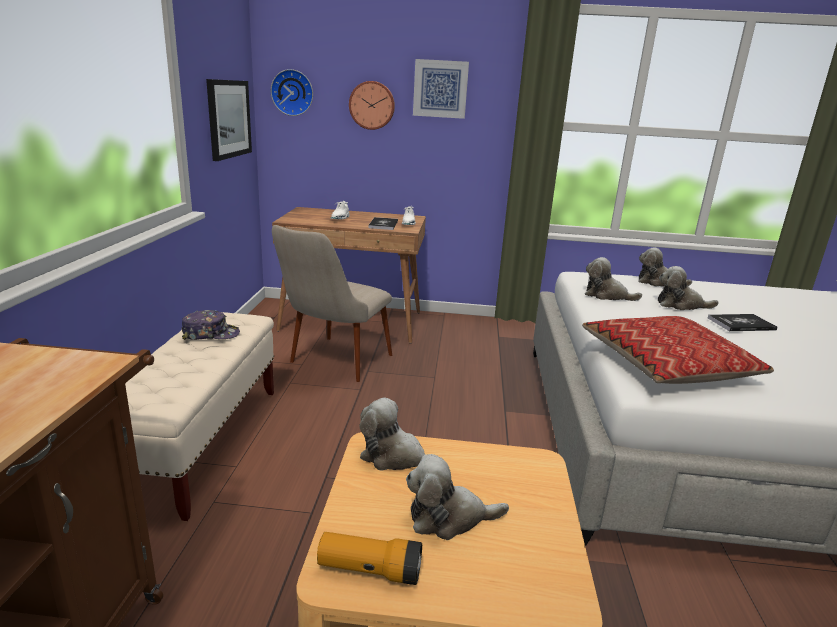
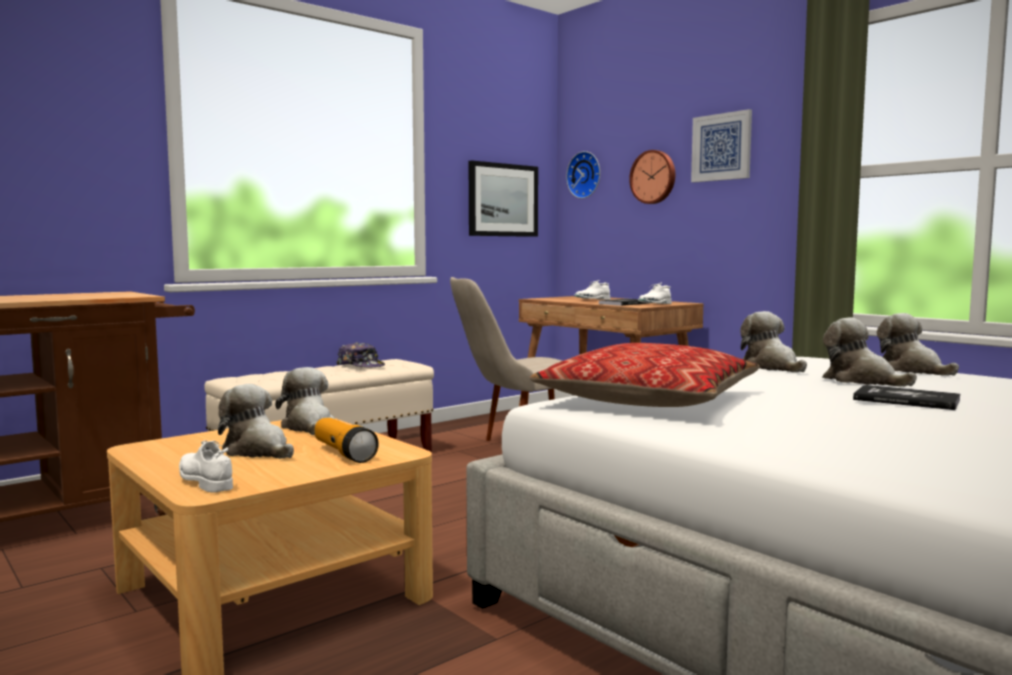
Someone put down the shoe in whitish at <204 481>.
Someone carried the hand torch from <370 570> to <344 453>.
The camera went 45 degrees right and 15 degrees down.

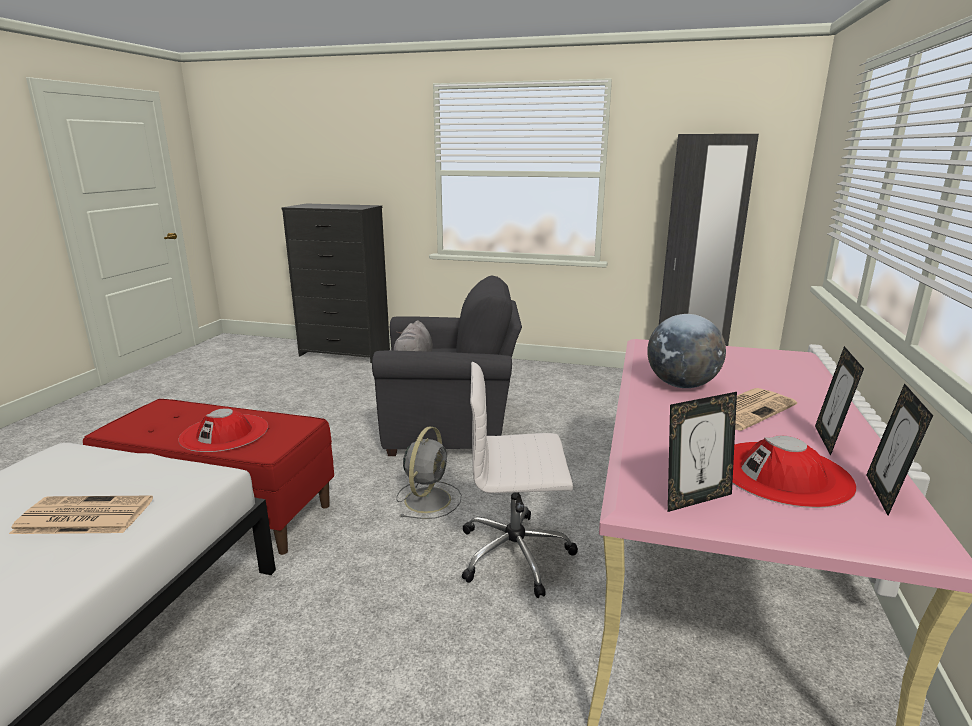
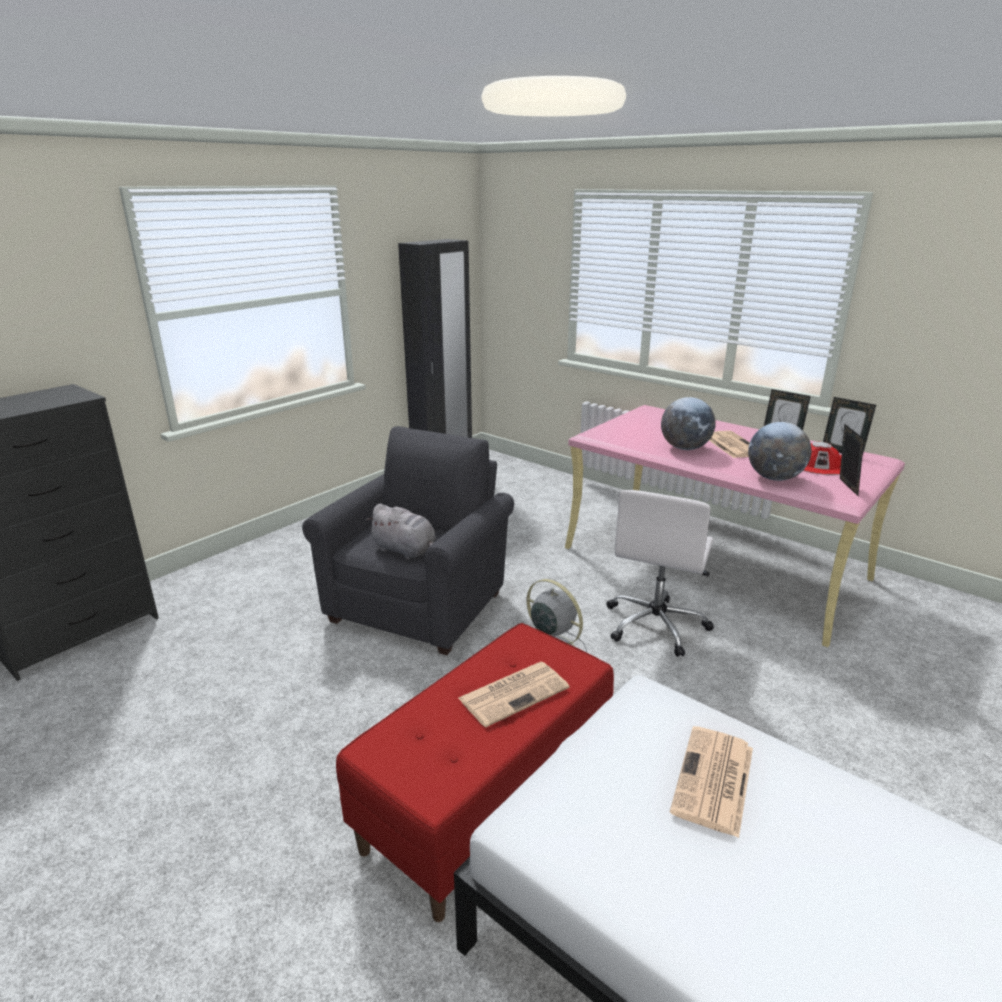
Someone put down the world globe at <774 478>.
Someone swapped the clothing hat in red-coloured at <224 433> for the newspaper at <514 692>.
The camera went 65 degrees left and 5 degrees up.

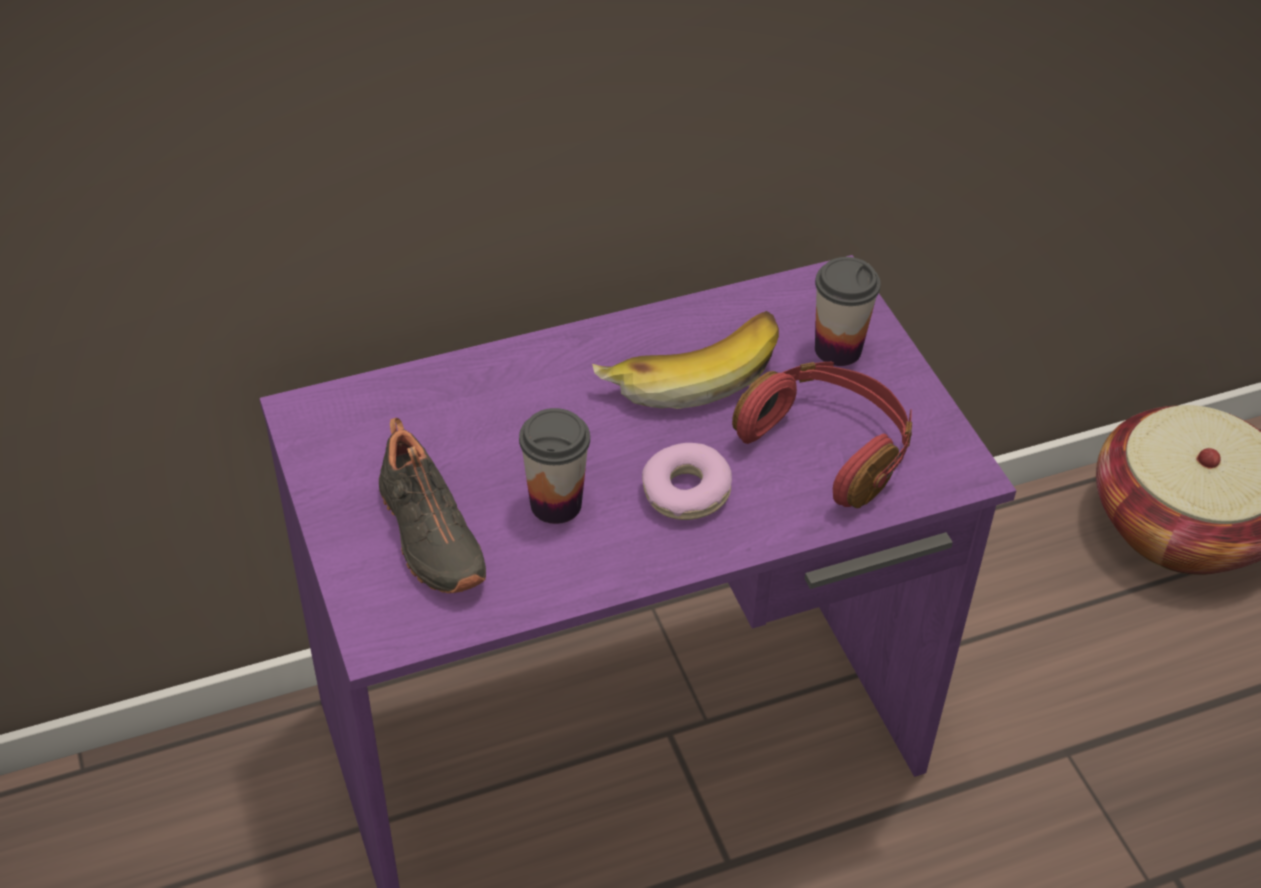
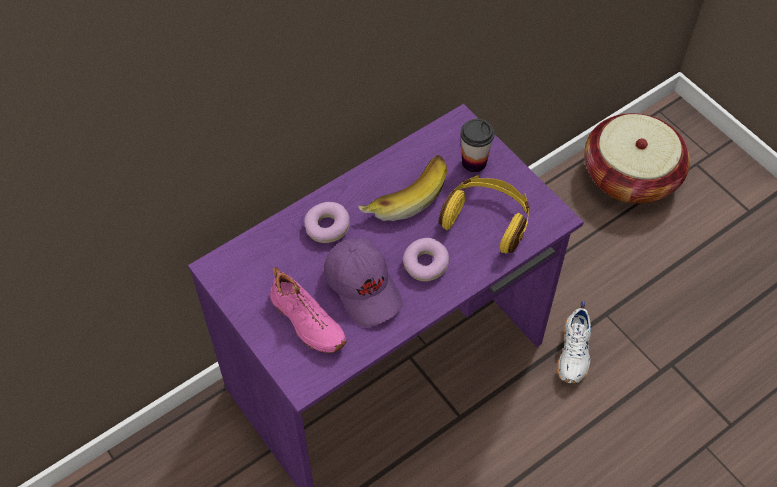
Someone put down the ring doughnut at <327 227>.
Someone put down the shoe in whitish at <575 352>.
Someone swapped the cup at <556 504> for the peaked cap in purplish at <363 287>.
Someone repainted the shoe in blackish at <427 536>, which became the shoe in pink at <306 322>.
Someone repainted the headset in red-coloured at <829 446>, which became the headset in yellowish at <487 220>.
The camera went 15 degrees left and 10 degrees up.

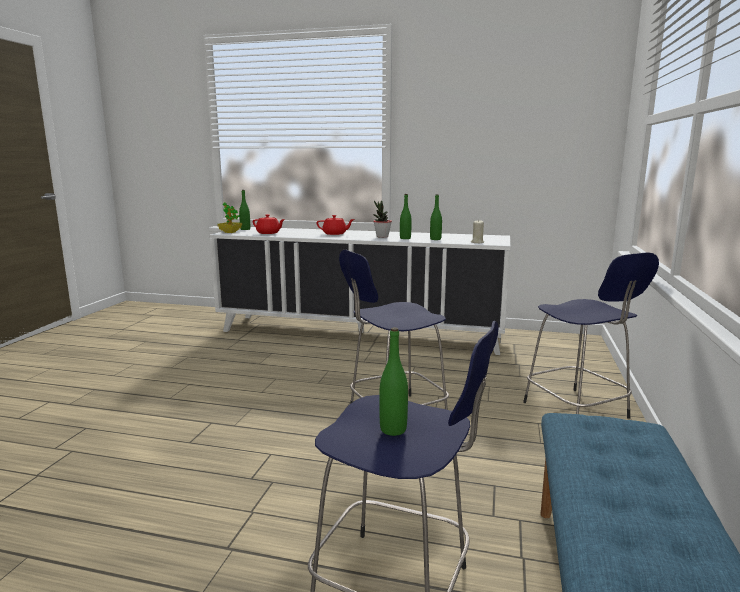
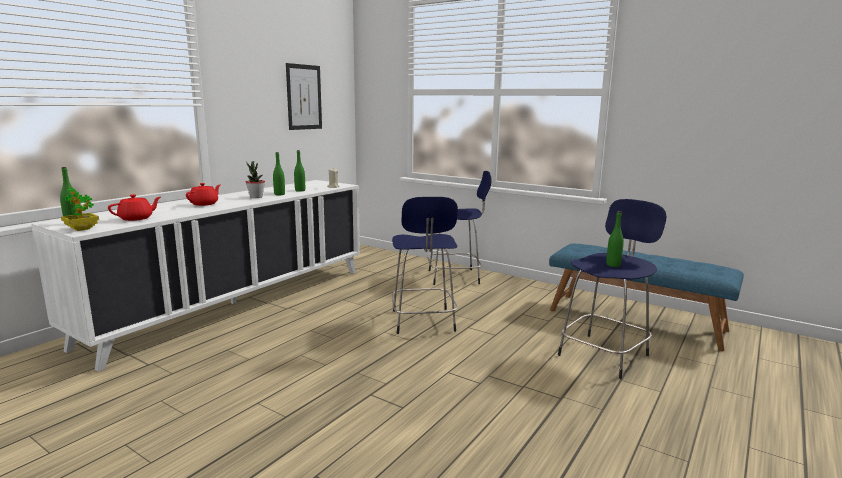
Someone put up the wall art at <304 97>.
The camera went 70 degrees left and 0 degrees up.

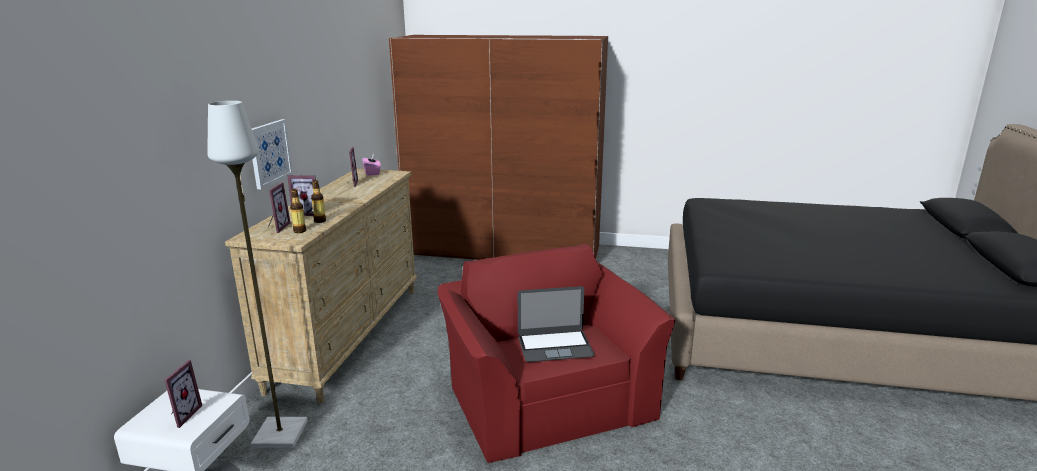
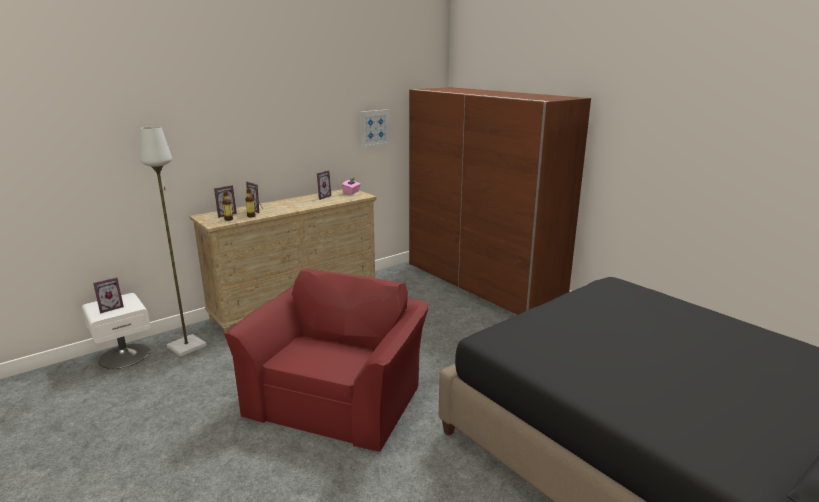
Someone took away the notebook computer at <555 346>.
Someone carried the wall art from <269 153> to <374 128>.
The camera went 40 degrees right and 0 degrees up.

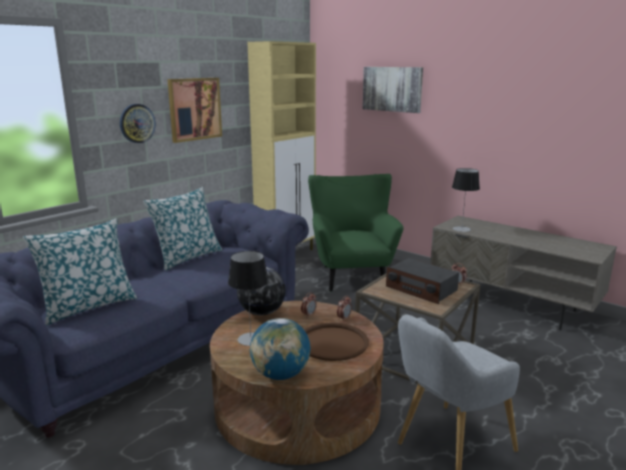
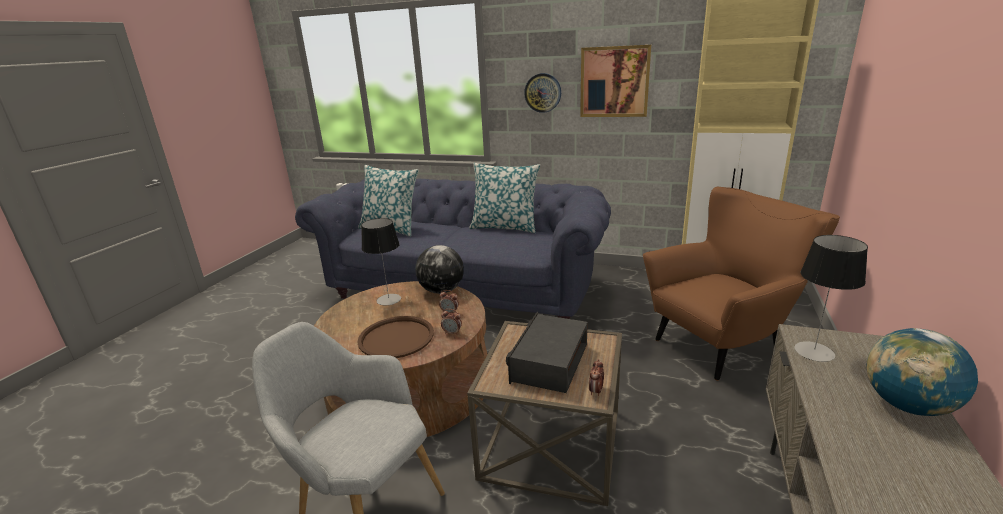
Someone took away the wall art at <392 89>.
Someone carried the world globe from <280 375> to <907 405>.
Someone repainted the lounge chair in greenish at <351 275>, which became the lounge chair in brownish at <724 342>.
The camera went 70 degrees right and 5 degrees up.

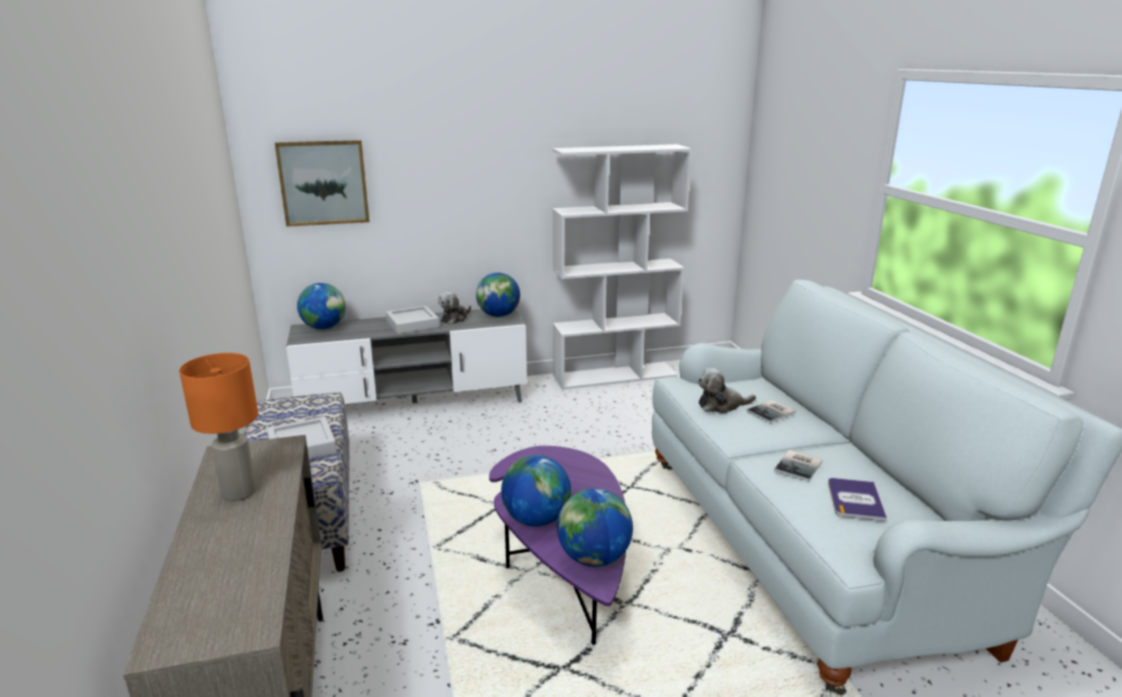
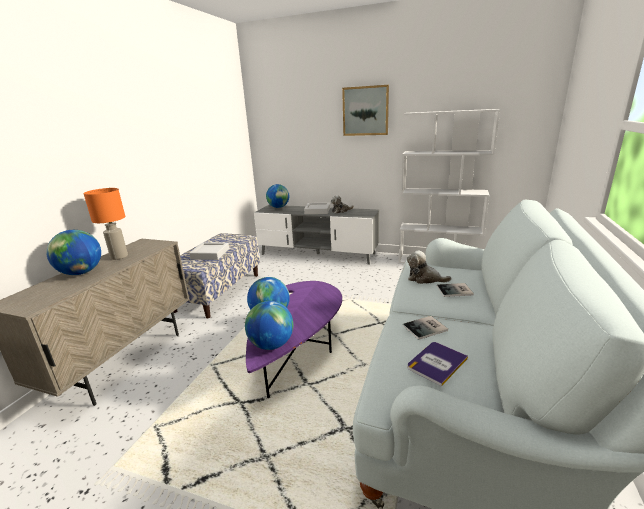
Someone carried the wall art from <323 183> to <365 111>.
Someone carried the world globe from <498 315> to <81 273>.
The camera went 35 degrees right and 0 degrees up.

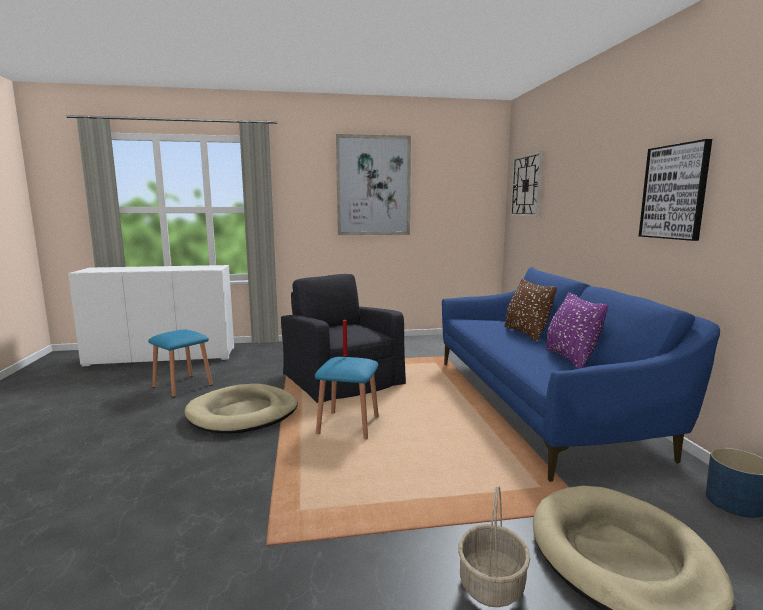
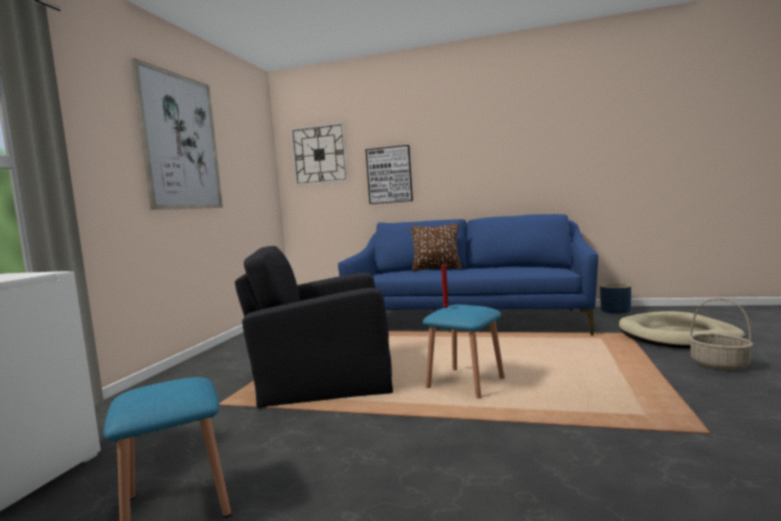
Someone took away the dog bed in beige-coloured at <243 413>.
Someone took away the throw pillow in purplish at <570 358>.
Someone carried the wall art from <674 192> to <389 175>.
The camera went 65 degrees left and 5 degrees down.

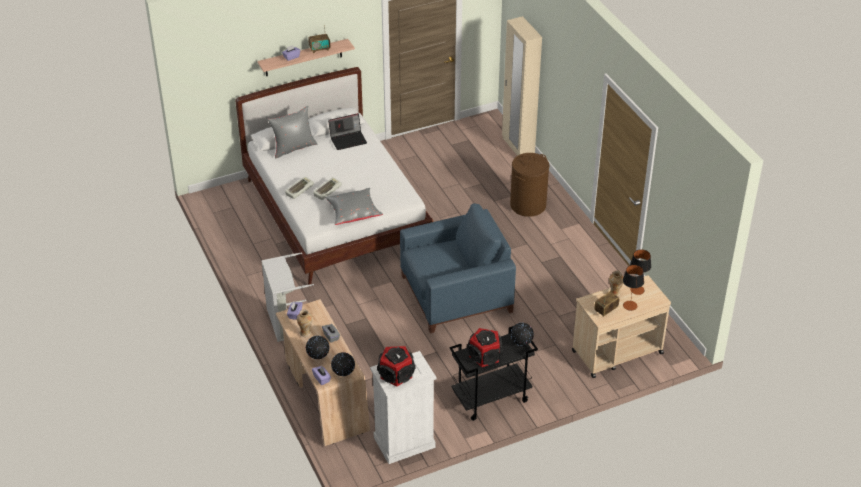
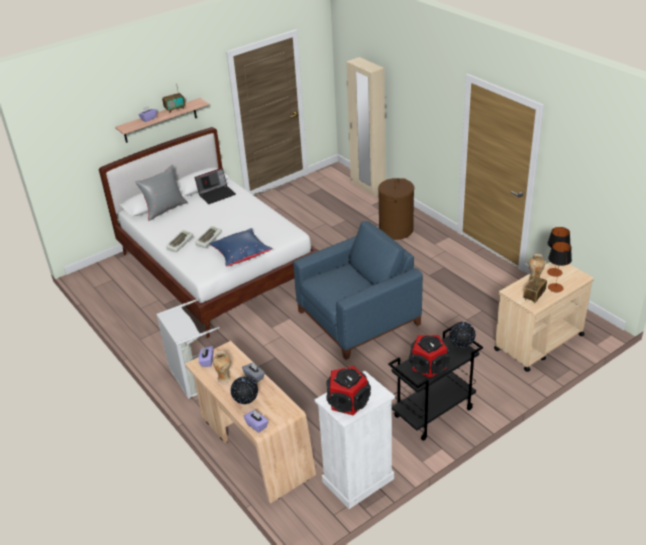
Someone took away the world globe at <343 374>.
Someone repainted the throw pillow in gray at <353 213>, which became the throw pillow in blue at <241 254>.
The camera went 10 degrees left and 5 degrees down.

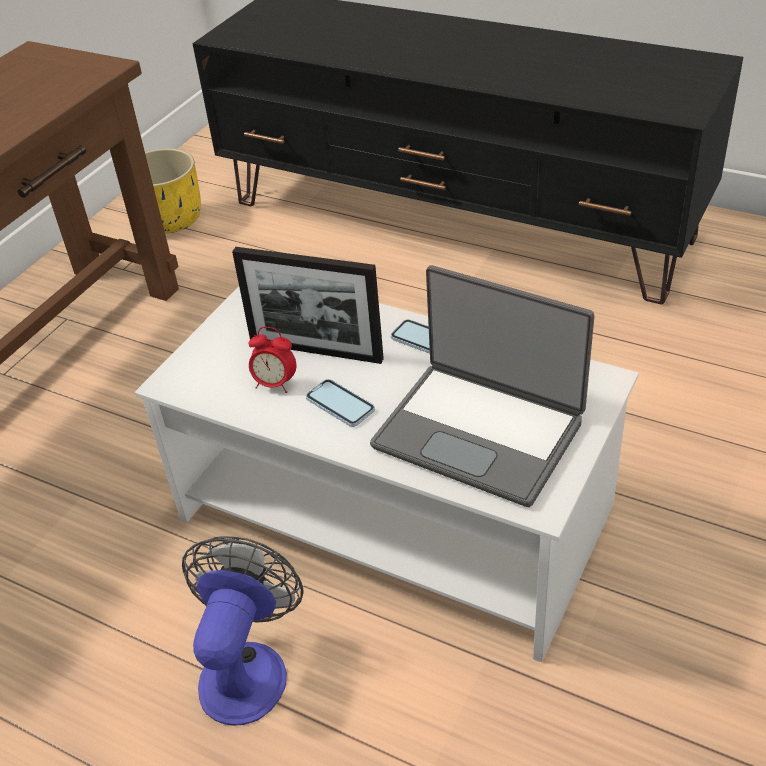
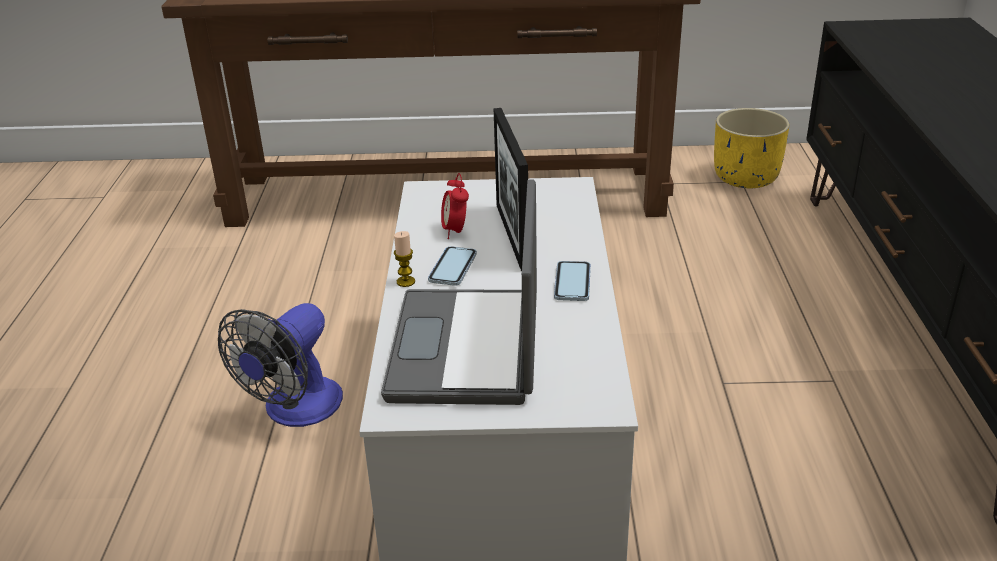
Someone put down the wax light at <405 282>.
Someone rotated the cooling fan at <247 667> by 135 degrees clockwise.
The camera went 60 degrees right and 10 degrees down.

